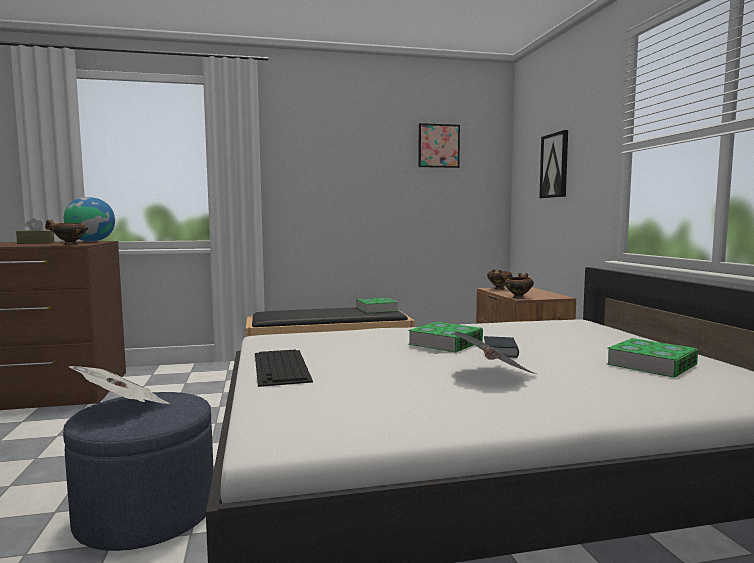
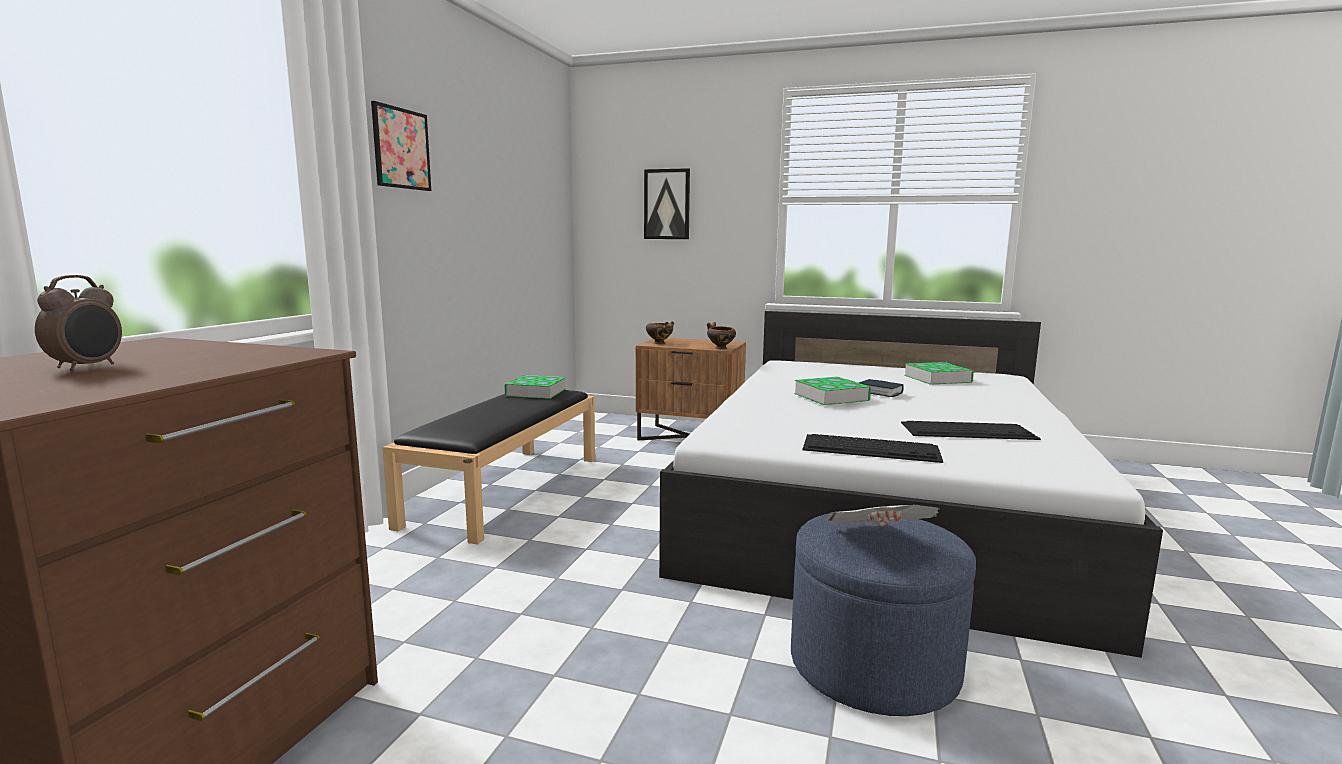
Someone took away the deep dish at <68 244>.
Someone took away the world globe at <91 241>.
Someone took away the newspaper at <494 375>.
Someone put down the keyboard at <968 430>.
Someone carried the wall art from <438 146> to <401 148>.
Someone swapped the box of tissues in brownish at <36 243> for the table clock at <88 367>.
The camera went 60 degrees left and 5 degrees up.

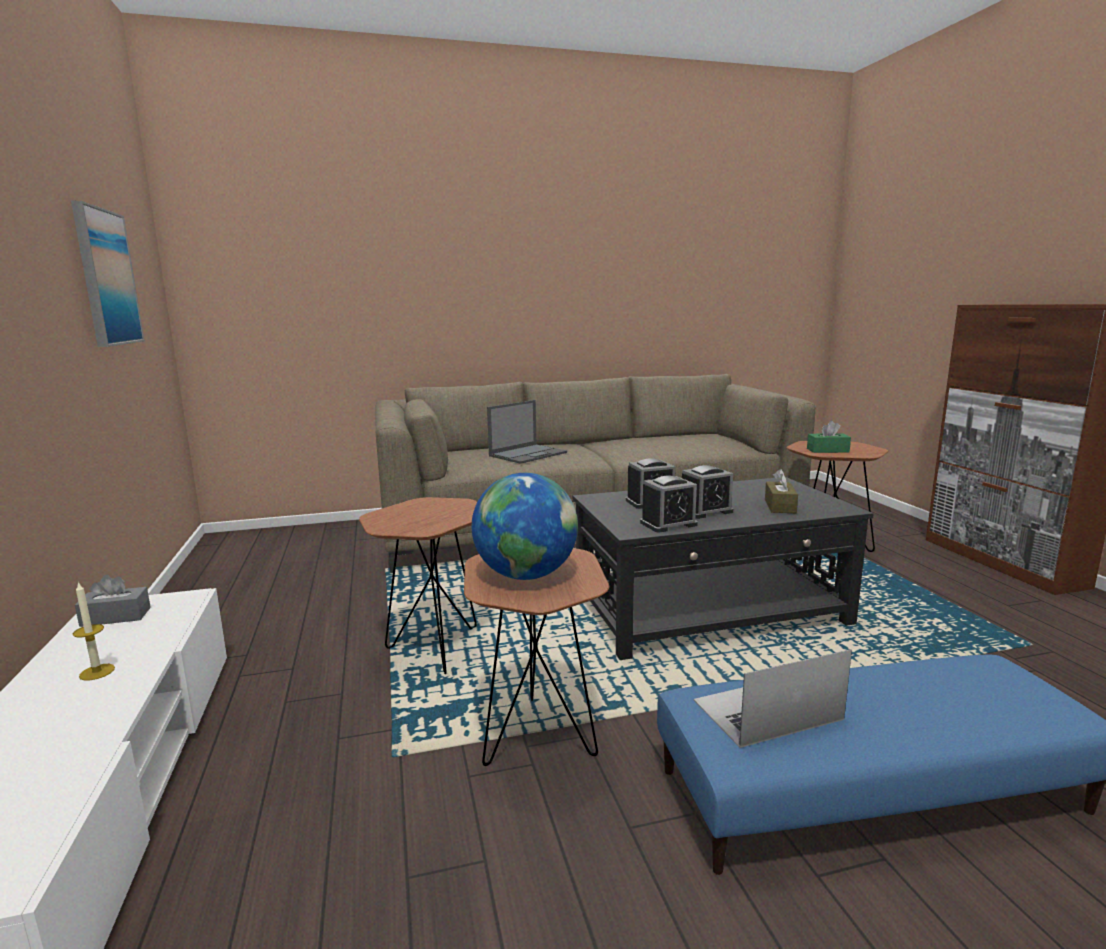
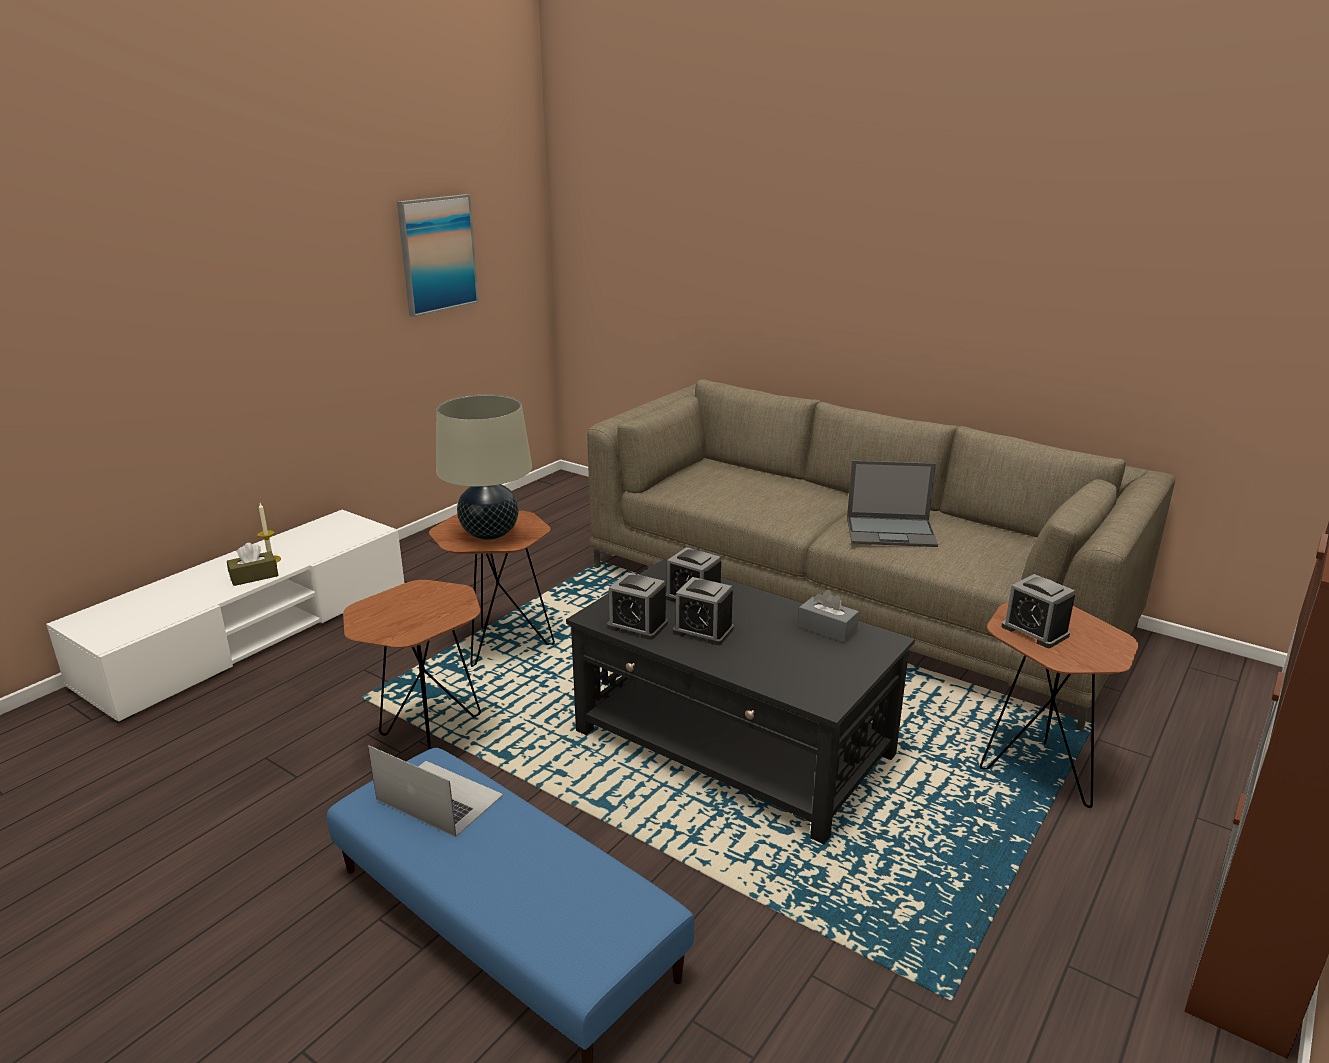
Someone took away the world globe at <526 575>.
Someone put down the table lamp in beige-coloured at <489 533>.
Someone carried the box of tissues in gray from <116 617> to <827 629>.
Someone carried the notebook computer from <528 454> to <892 532>.
Someone carried the box of tissues in brownish from <780 506> to <254 576>.
Someone swapped the box of tissues in greenish at <827 450> for the table clock at <1035 631>.
The camera went 50 degrees right and 10 degrees up.

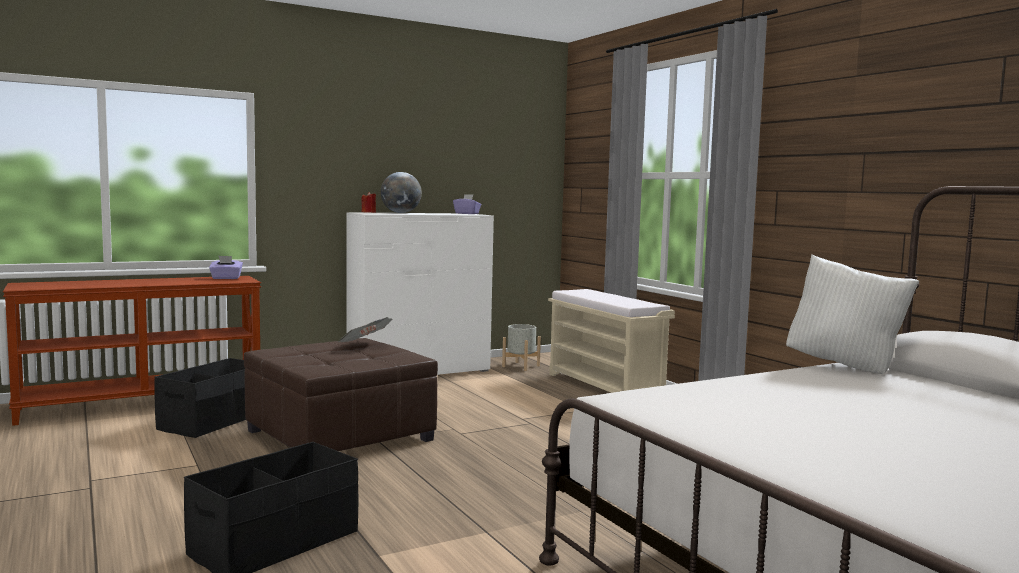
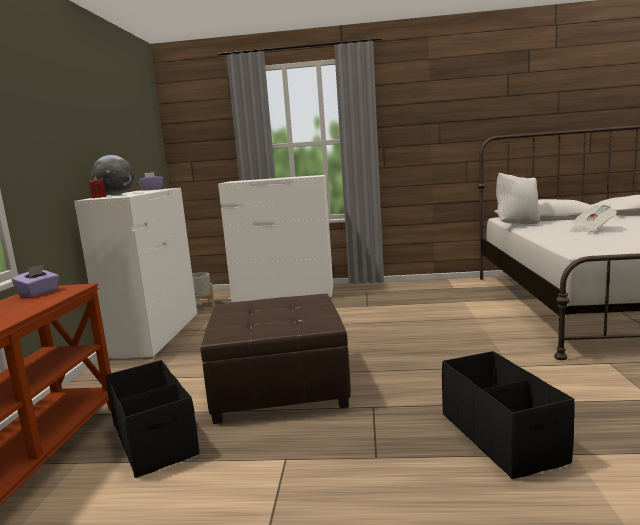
Someone carried the newspaper from <364 345> to <590 230>.
Someone swapped the bench in beige-coloured at <605 386> for the dresser in whitish at <284 295>.
The camera went 55 degrees left and 5 degrees up.

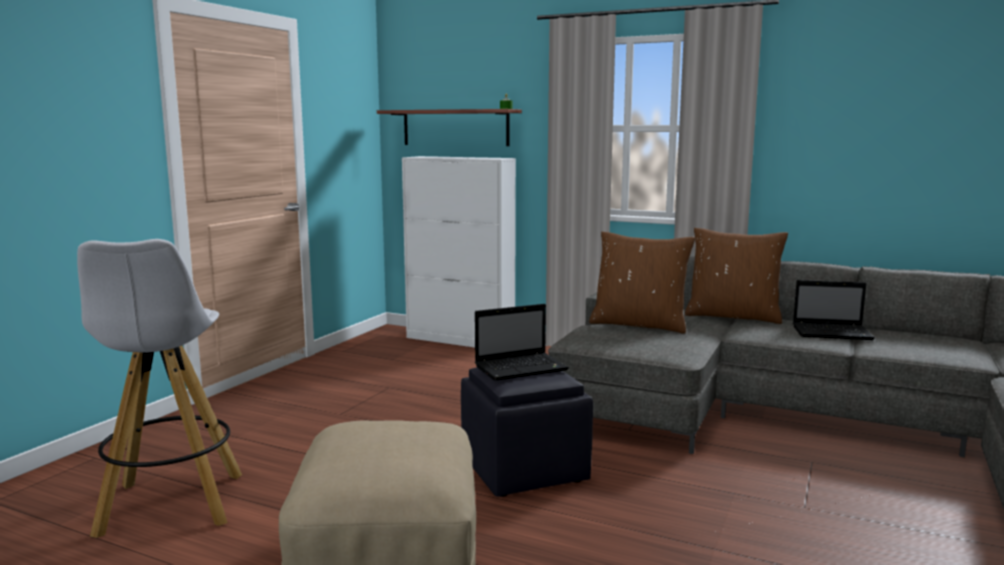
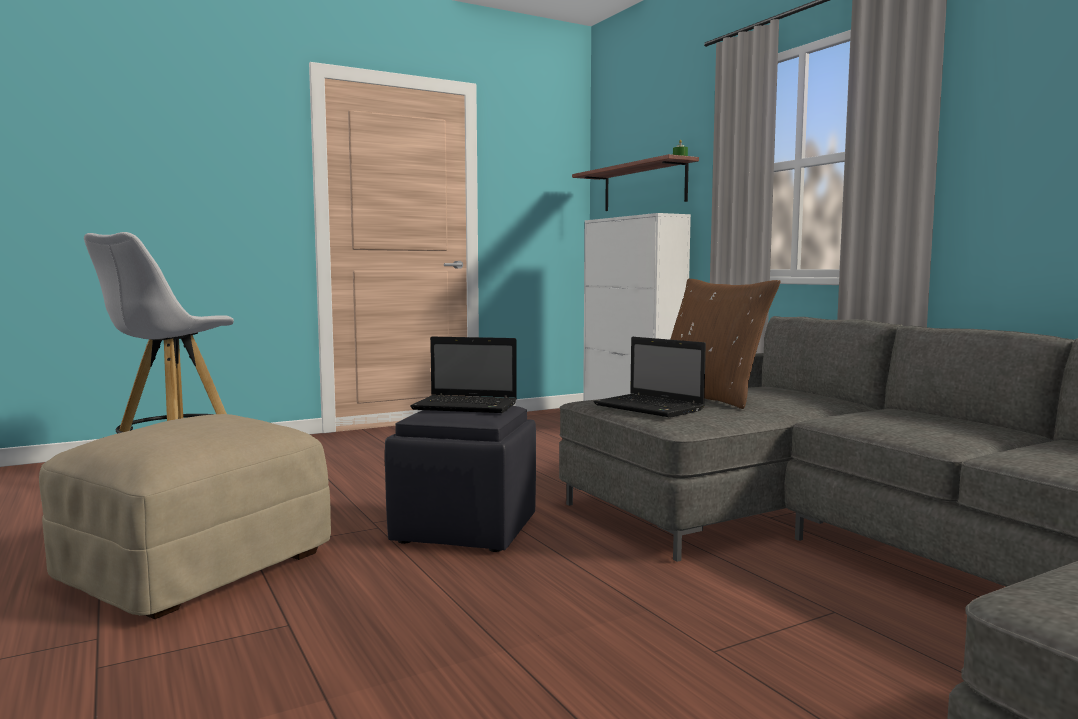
Someone took away the throw pillow in brownish at <733 316>.
Someone carried the notebook computer from <833 333> to <651 408>.
The camera went 35 degrees right and 5 degrees down.

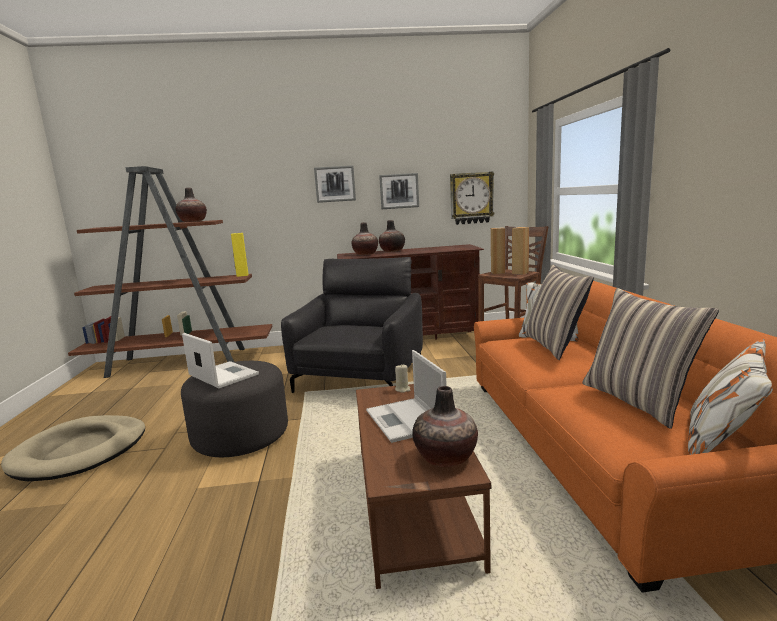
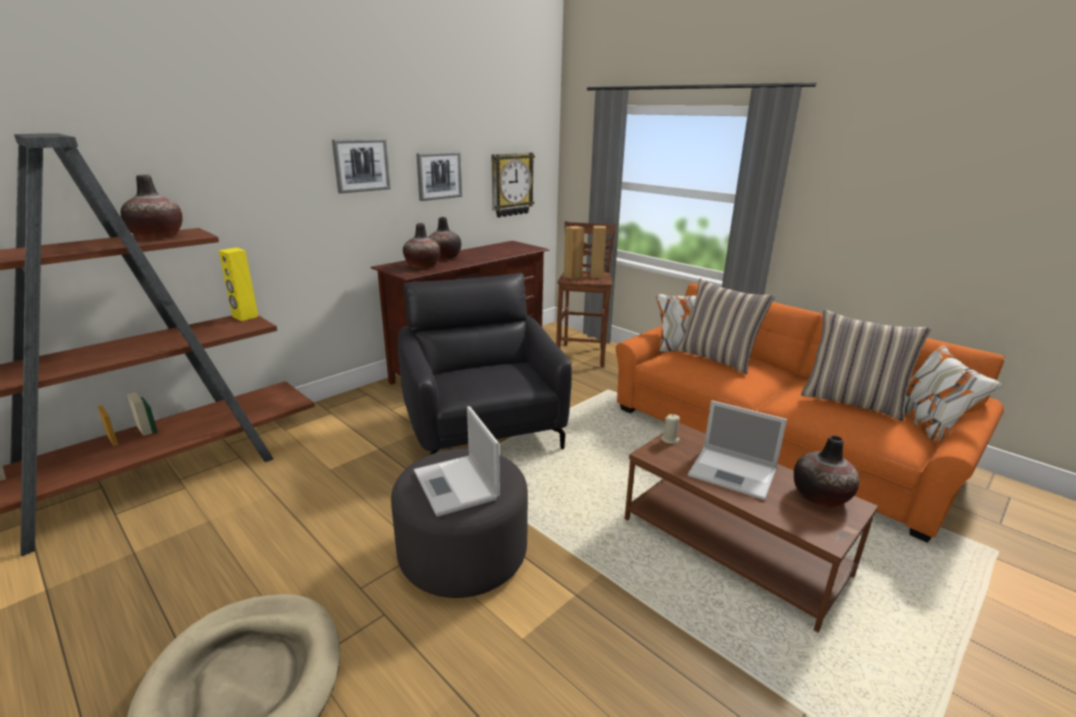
Someone rotated the notebook computer at <222 375> by 120 degrees counterclockwise.
The camera went 40 degrees left and 10 degrees up.

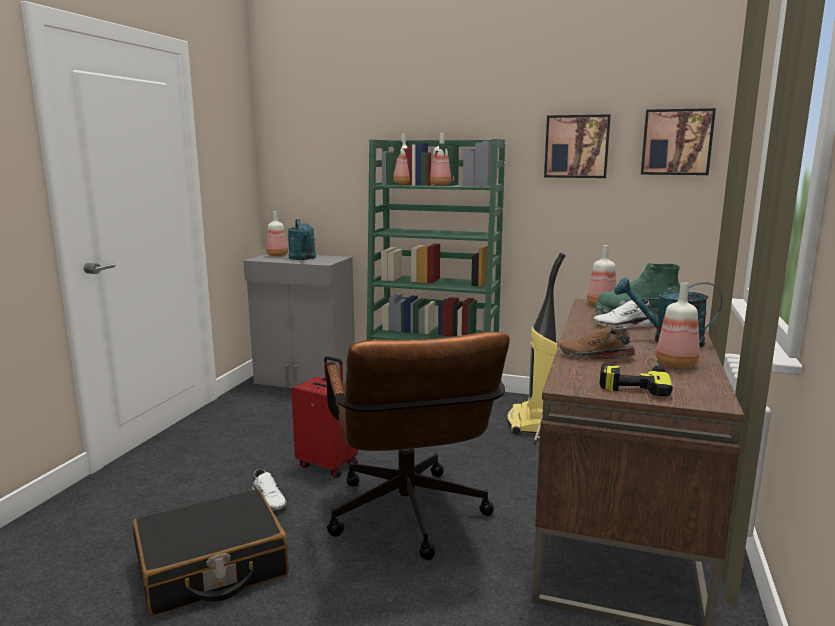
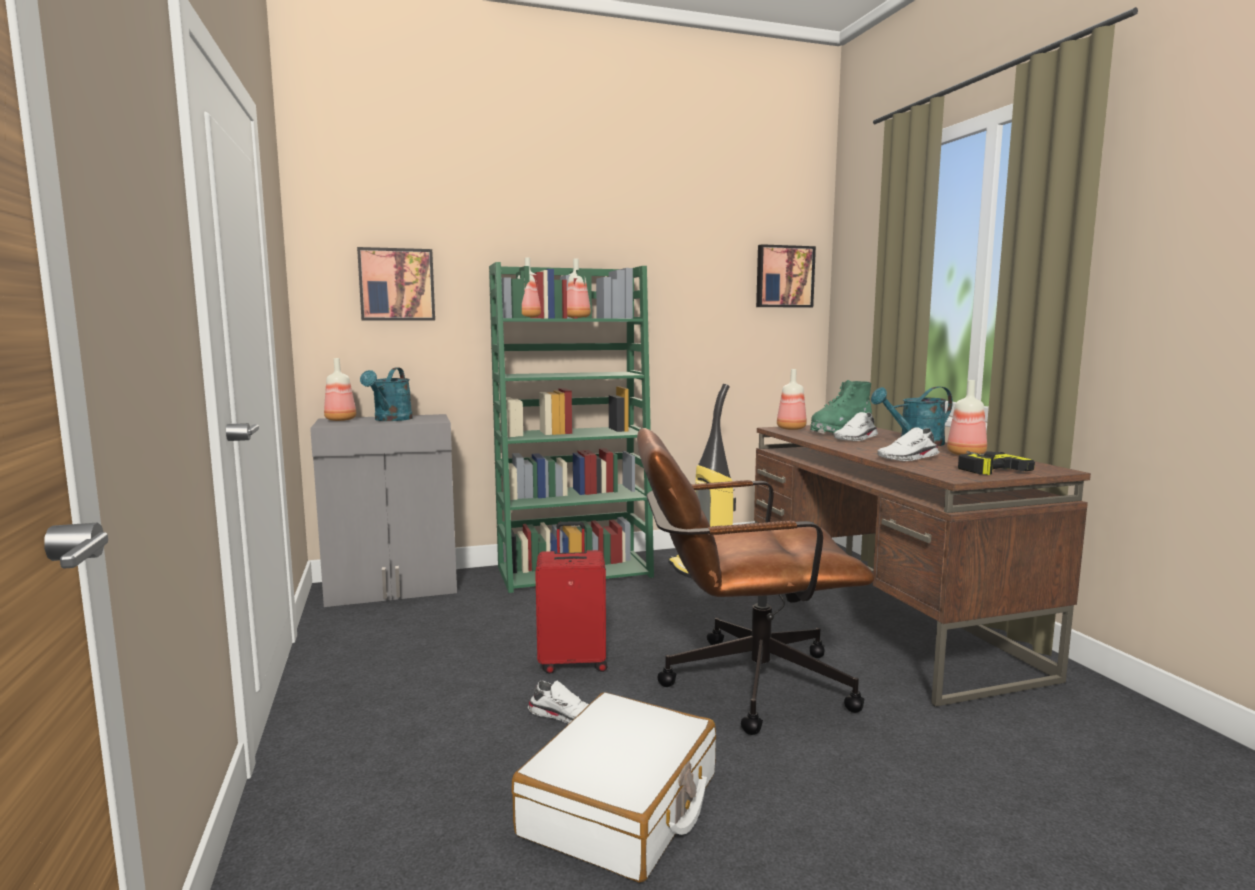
Someone carried the wall art from <576 146> to <397 285>.
Someone repainted the piece of luggage in blackish at <212 568>, which became the piece of luggage in whitish at <622 805>.
Someone repainted the shoe in brownish at <596 357>, which became the shoe in whitish at <909 459>.
Someone rotated the watering can in turquoise-coloured at <303 258> by 60 degrees clockwise.
Someone rotated the office chair in brownish at <410 520> by 135 degrees clockwise.
The camera went 35 degrees left and 5 degrees down.

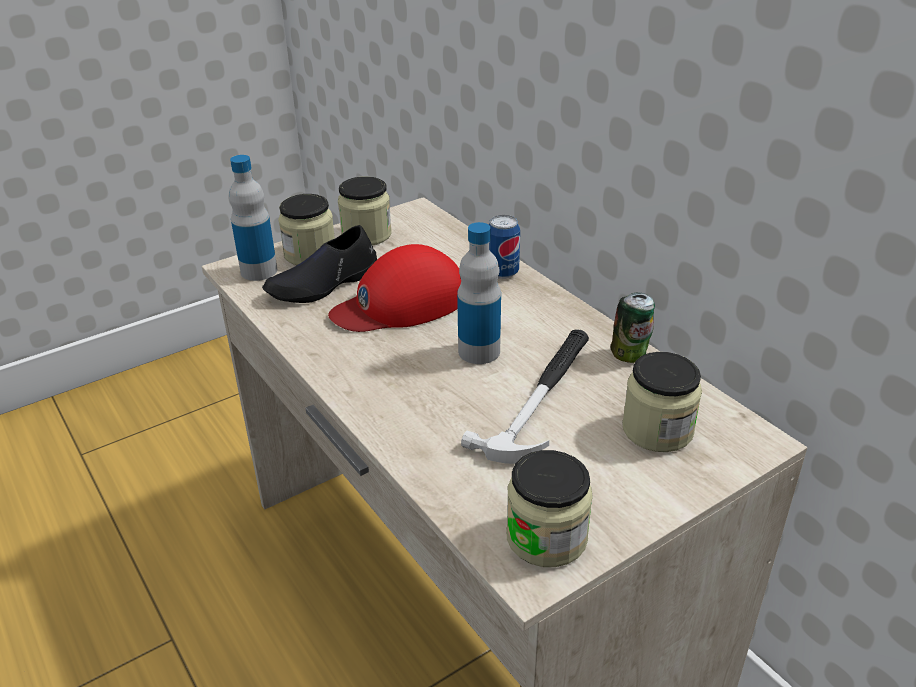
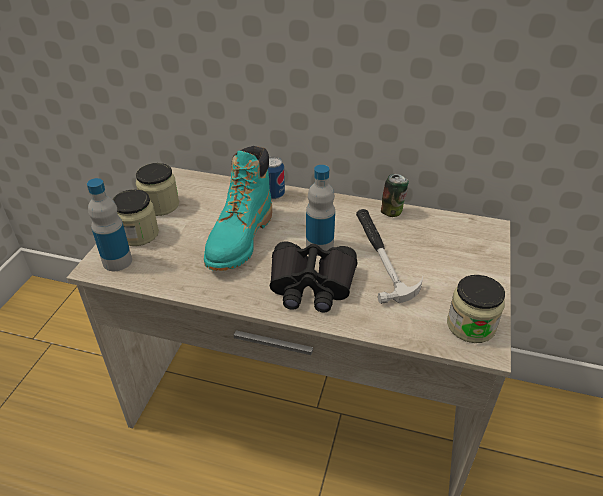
Someone took away the shoe in blackish at <323 284>.
Someone took away the preserve jar at <657 430>.
Someone put down the field glasses in blackish at <311 285>.
Someone swapped the peaked cap in red-coloured at <400 304> for the tall boot in turquoise-coloured at <240 240>.
The camera went 40 degrees left and 5 degrees up.

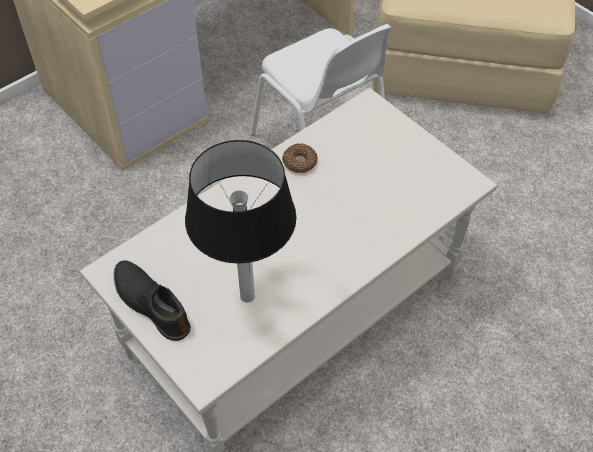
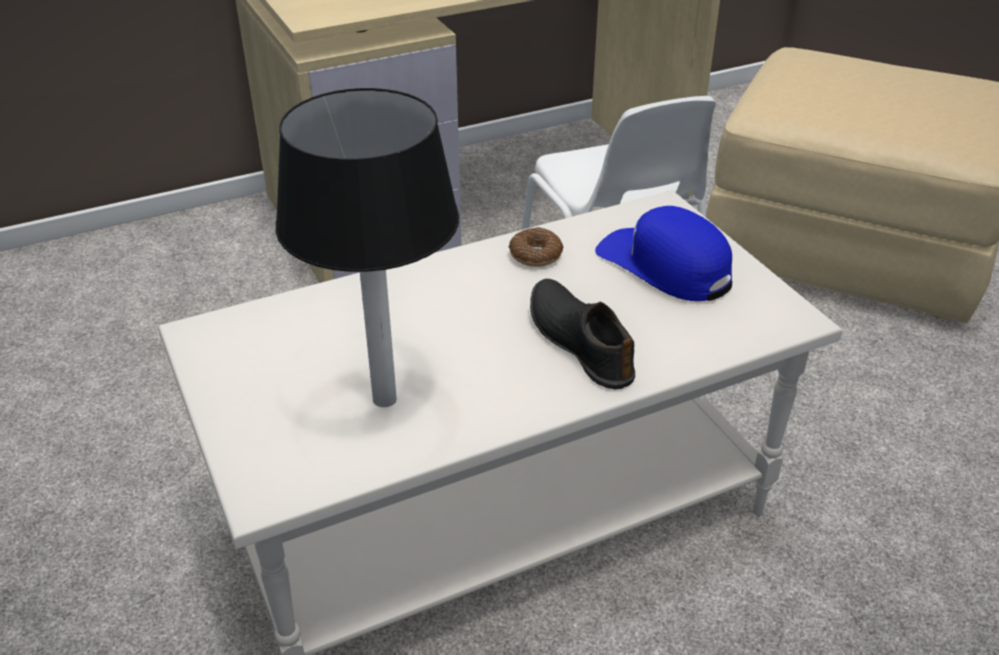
Someone put down the peaked cap in blue at <664 266>.
Someone carried the shoe in blackish from <152 303> to <580 341>.
The camera went 15 degrees right and 15 degrees down.

